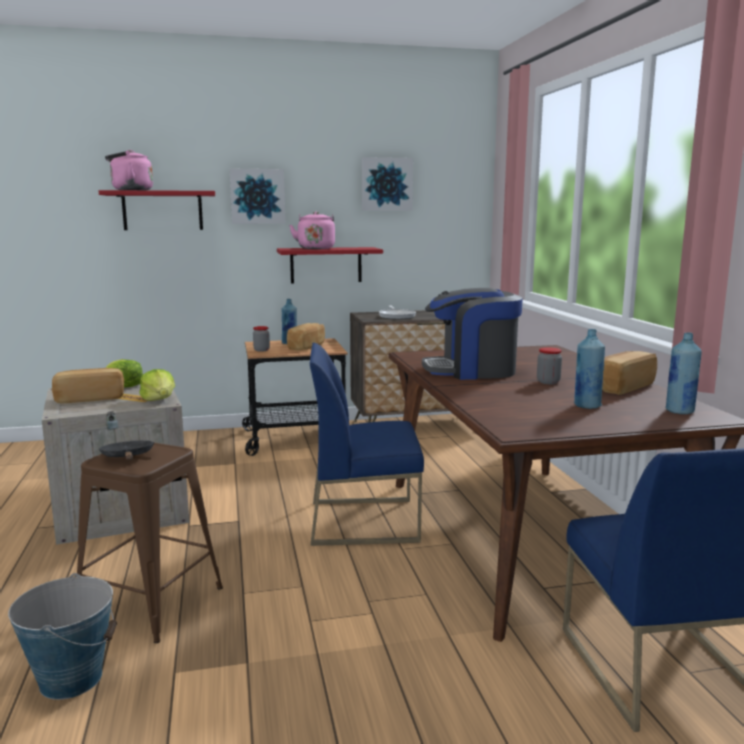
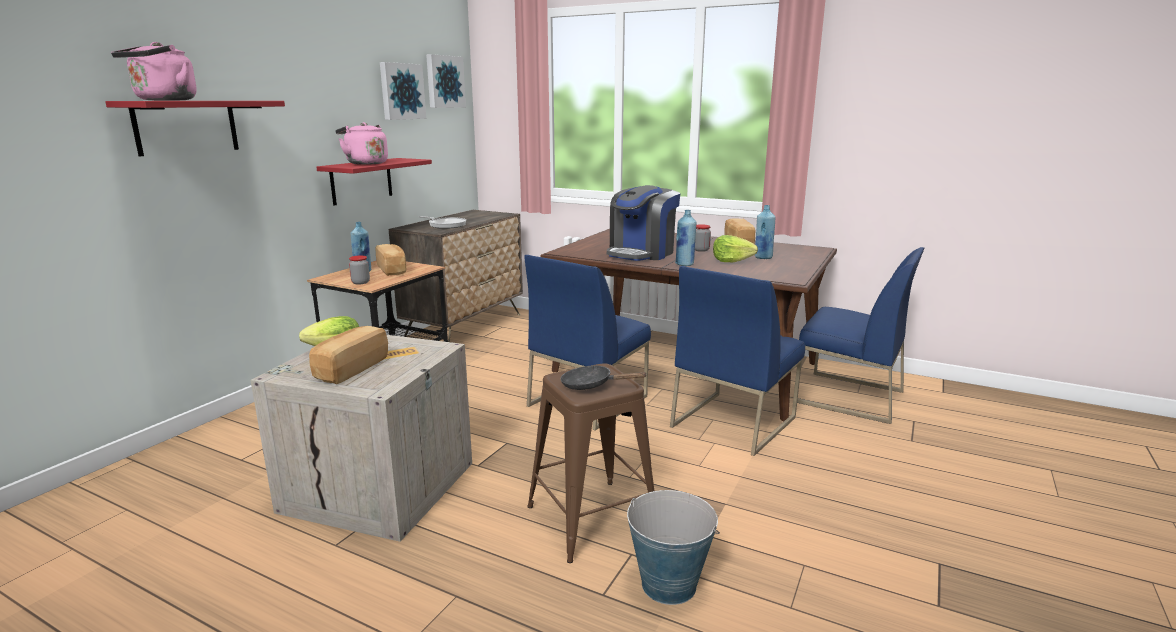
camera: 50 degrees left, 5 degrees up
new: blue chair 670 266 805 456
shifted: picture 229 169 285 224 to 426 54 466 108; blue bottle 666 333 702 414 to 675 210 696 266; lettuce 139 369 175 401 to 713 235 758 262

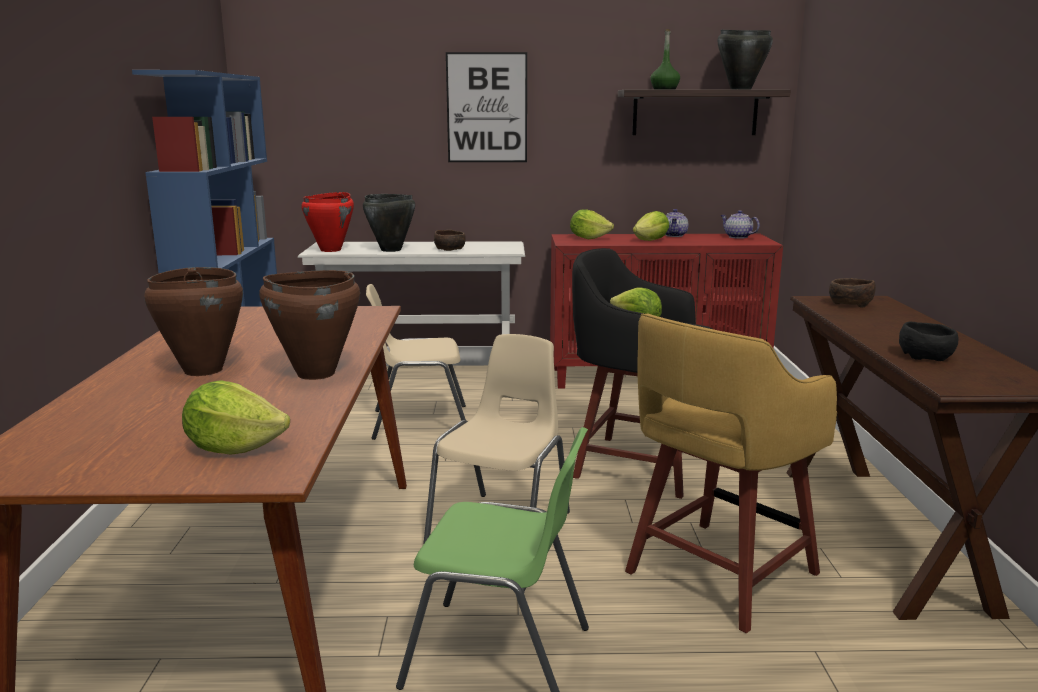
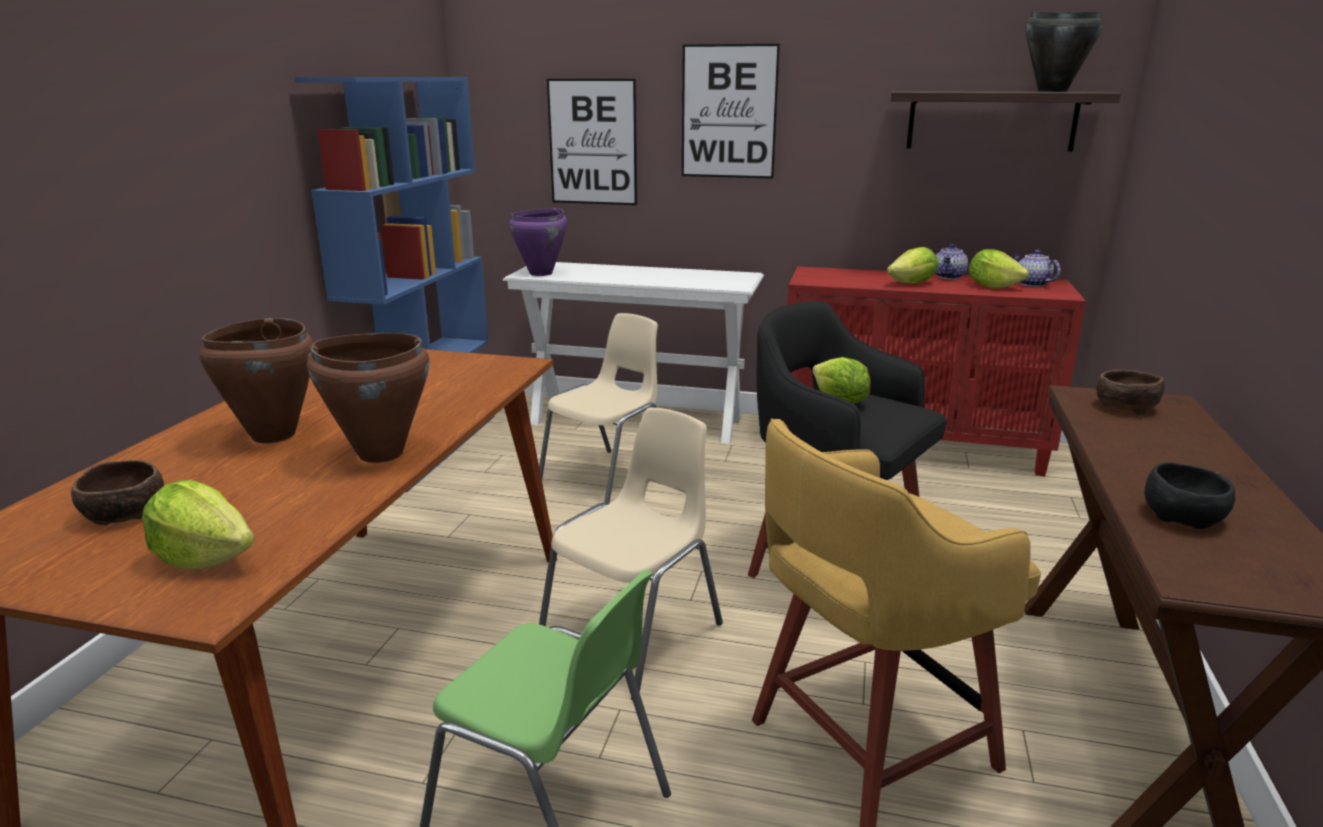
camera: 15 degrees right, 5 degrees up
gone: green bottle 650 29 680 90; black cooking pot 363 194 415 252
new: picture 547 79 637 205
shifted: lettuce 570 209 614 239 to 969 249 1029 289; brown bowl 434 230 466 251 to 71 460 164 525
repainted: red cooking pot 301 192 354 252 to purple cooking pot 509 208 567 276
rotated: beige chair 366 284 466 440 = 539 313 658 504 120 degrees clockwise

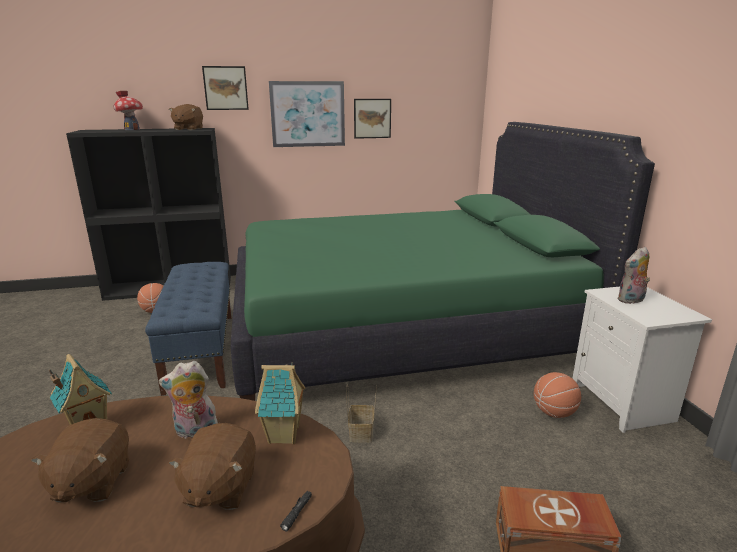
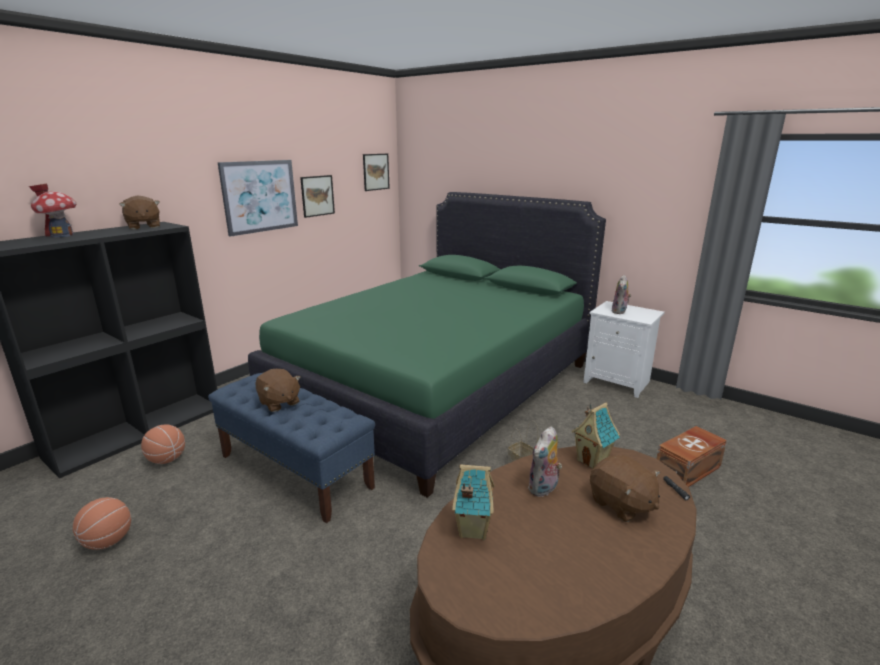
camera: 40 degrees left, 0 degrees up
shifted: picture 202 66 249 110 to 363 154 390 191; basketball 534 372 581 418 to 73 497 131 550; brown plush toy 31 418 129 503 to 256 369 301 412

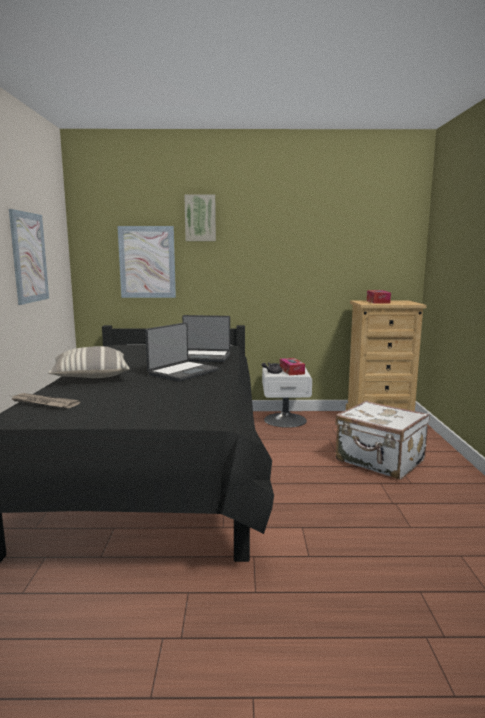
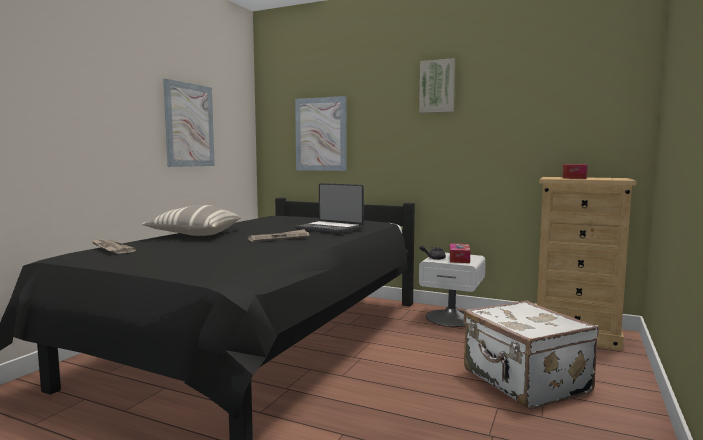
camera: 25 degrees right, 5 degrees down
shifted: picture 184 194 216 241 to 419 58 455 113
swapped: laptop 145 322 218 382 to newspaper 248 229 310 242

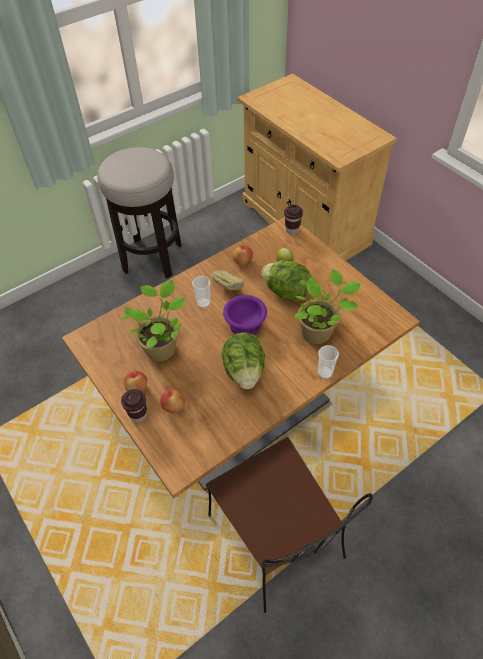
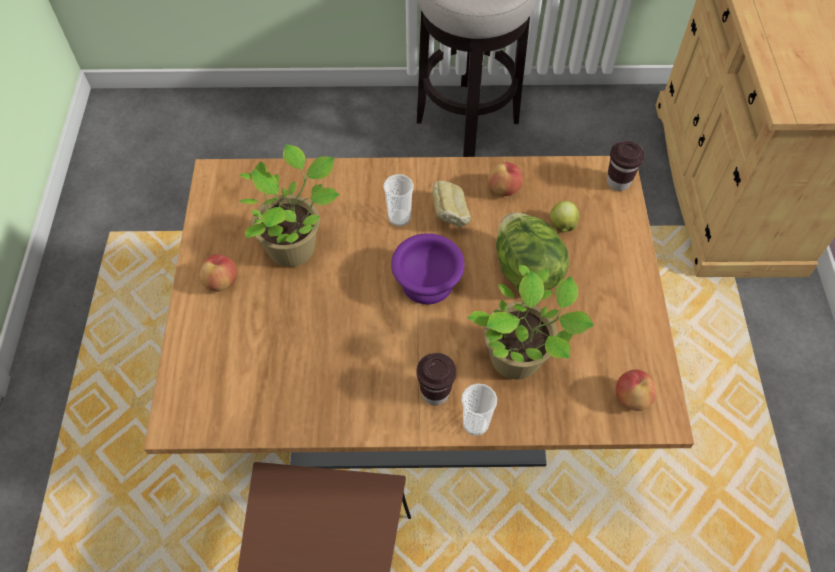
camera: 35 degrees right, 5 degrees up
gone: lettuce 222 333 265 389
shifted: apple 160 388 185 413 to 616 370 657 411; brown cup 121 389 147 423 to 416 353 456 405

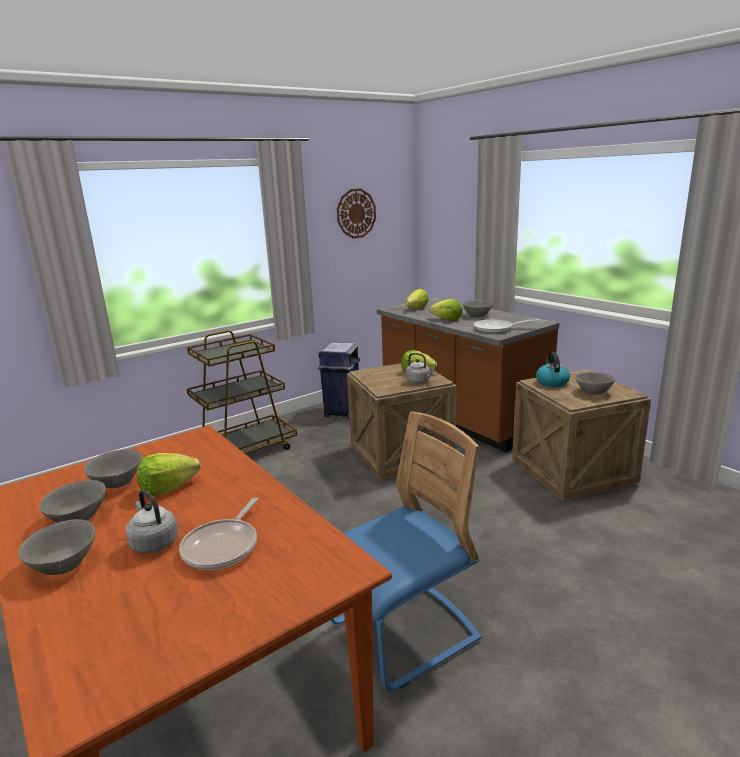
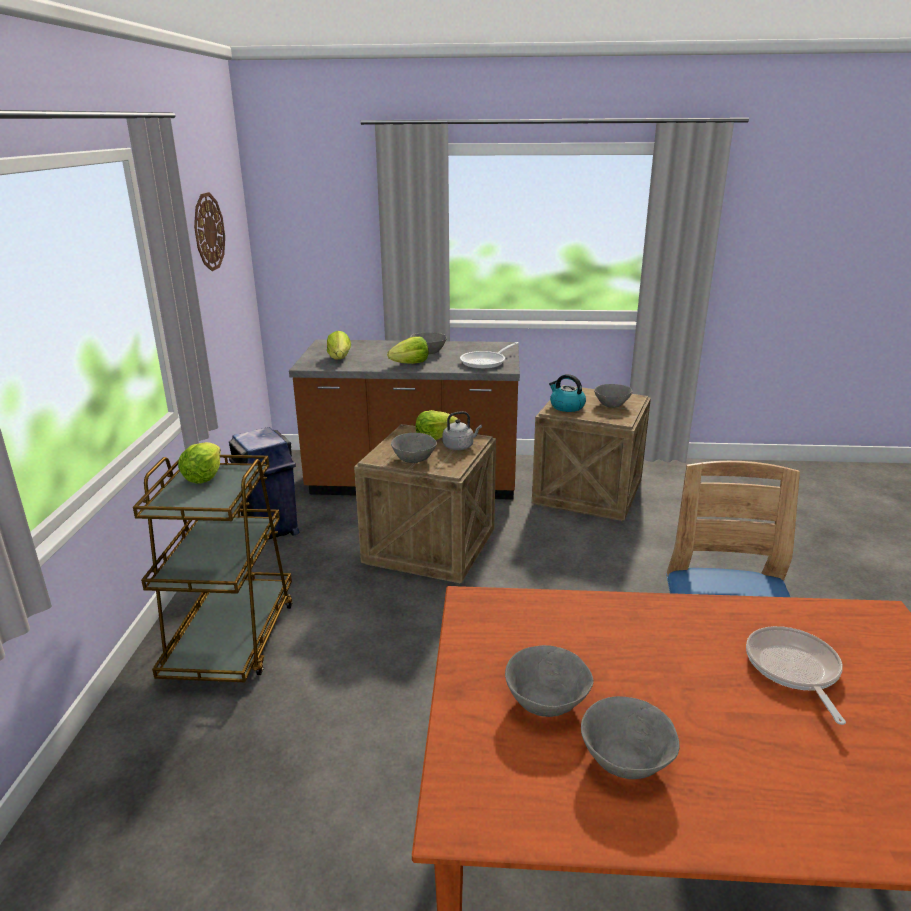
camera: 50 degrees left, 5 degrees up
gone: grey kettle 126 490 178 553
shifted: lettuce 137 453 201 496 to 178 442 221 484; grey bowl 18 519 95 575 to 391 433 437 463
rotated: frying pan 179 497 258 570 = 746 626 846 725 150 degrees counterclockwise

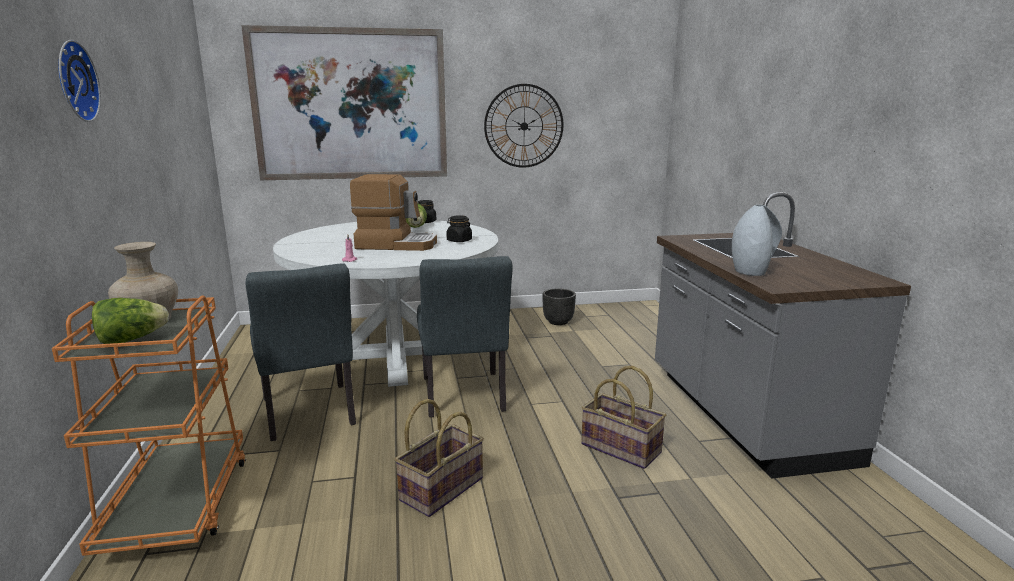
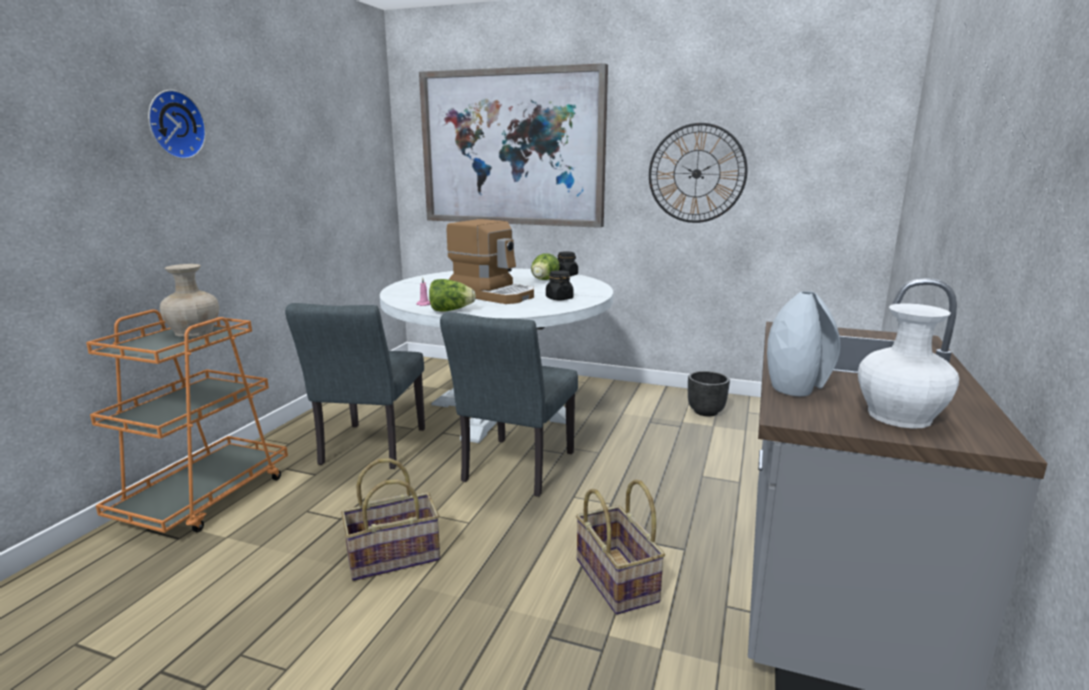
camera: 30 degrees right, 0 degrees up
new: white vase 858 303 959 429
shifted: lettuce 92 298 169 344 to 429 279 476 312

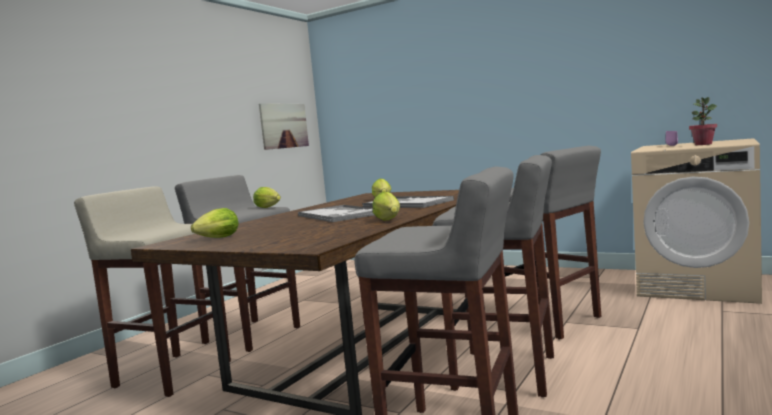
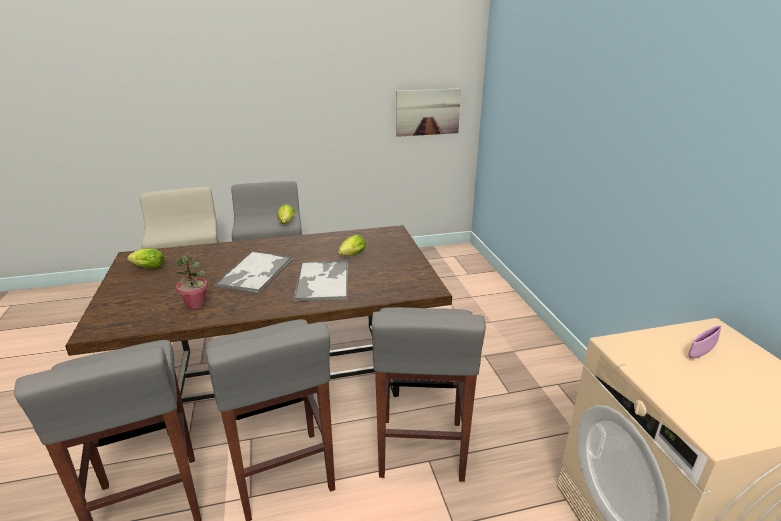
camera: 45 degrees right, 20 degrees up
gone: lettuce 372 192 400 221
shifted: potted plant 689 97 717 145 to 176 254 208 309

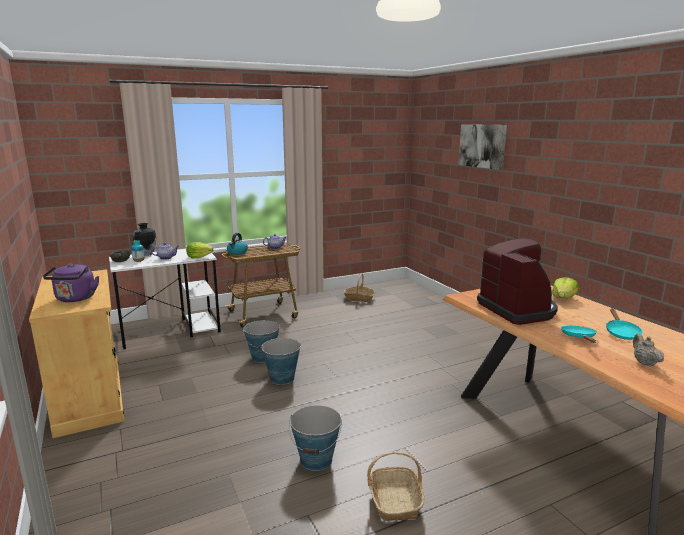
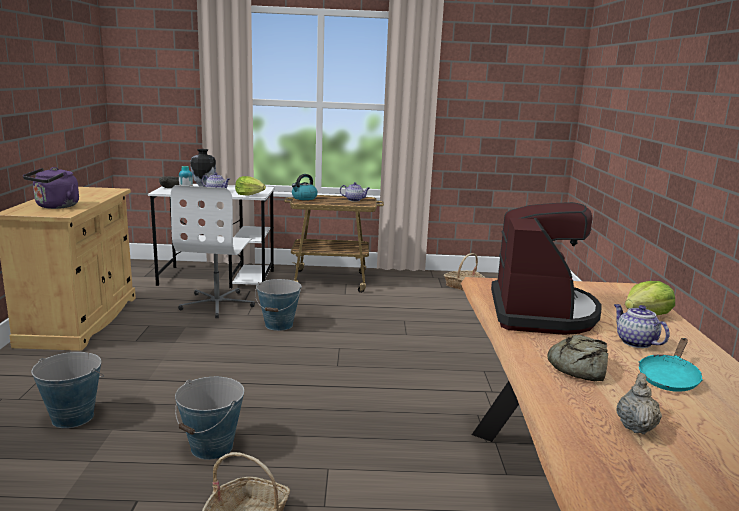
camera: 25 degrees right, 0 degrees up
gone: picture 458 124 507 170
new: white office chair 171 185 255 318; teapot 614 304 670 348
shifted: bucket 261 338 301 385 to 32 352 104 428
swapped: turquoise frying pan 561 326 597 343 to bread 547 335 608 381

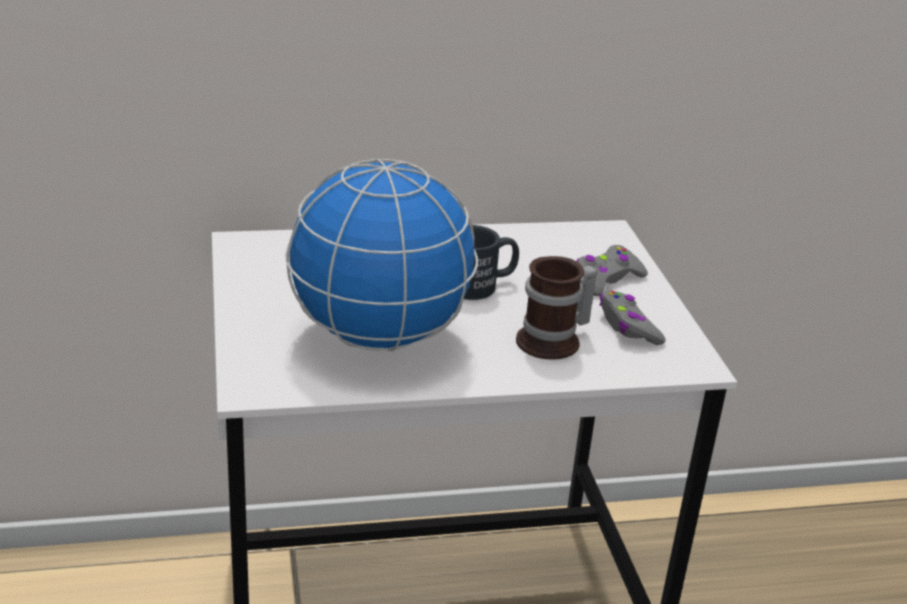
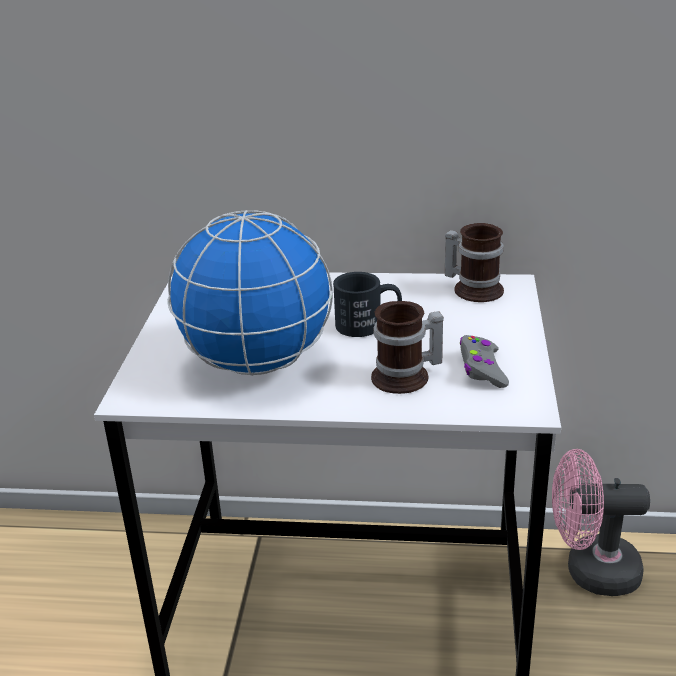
camera: 20 degrees right, 0 degrees up
gone: grey game controller 576 245 648 296
new: mug 445 223 504 302; pink fan 552 449 650 596

